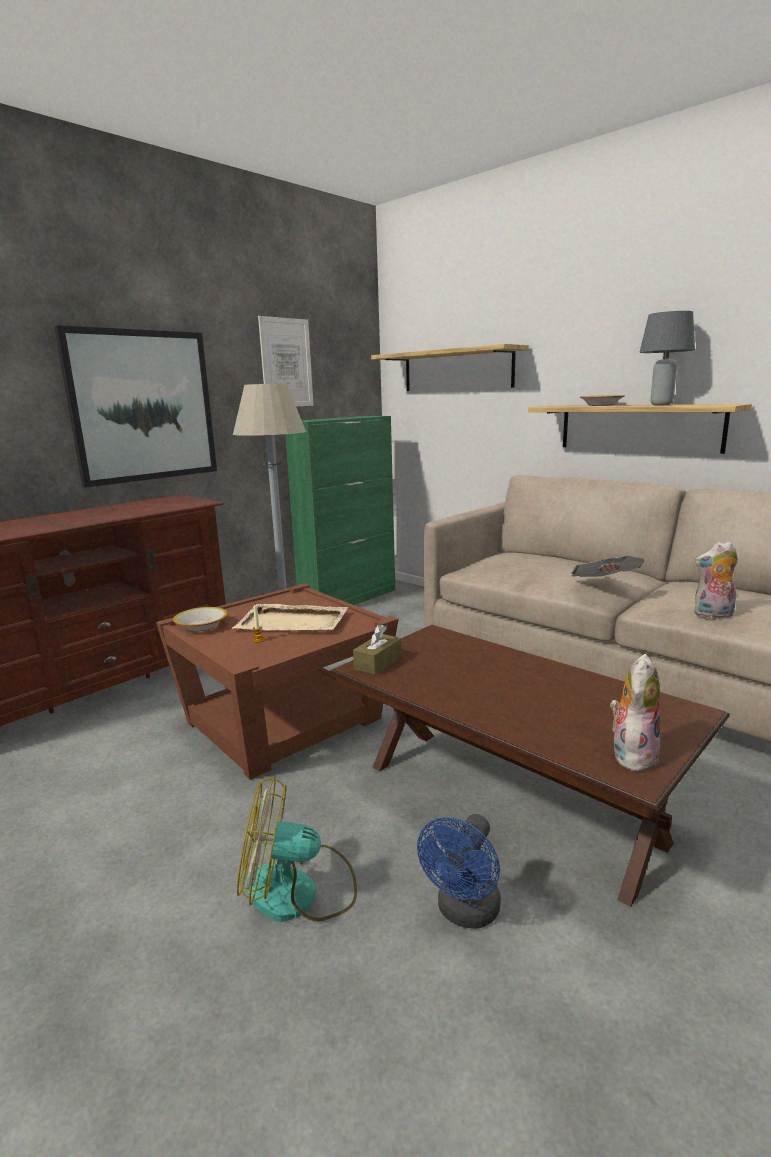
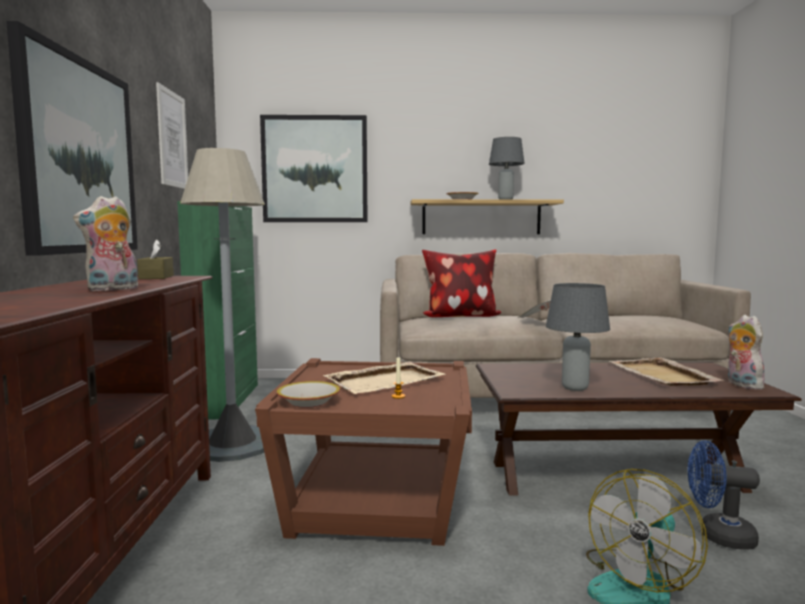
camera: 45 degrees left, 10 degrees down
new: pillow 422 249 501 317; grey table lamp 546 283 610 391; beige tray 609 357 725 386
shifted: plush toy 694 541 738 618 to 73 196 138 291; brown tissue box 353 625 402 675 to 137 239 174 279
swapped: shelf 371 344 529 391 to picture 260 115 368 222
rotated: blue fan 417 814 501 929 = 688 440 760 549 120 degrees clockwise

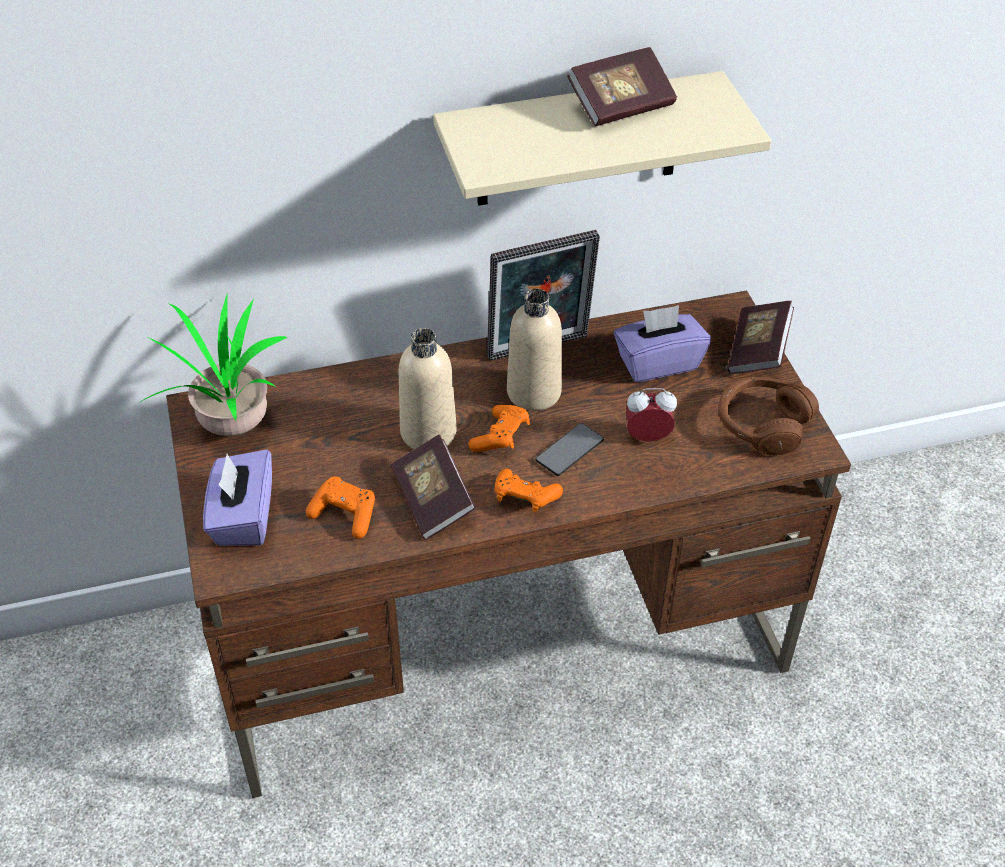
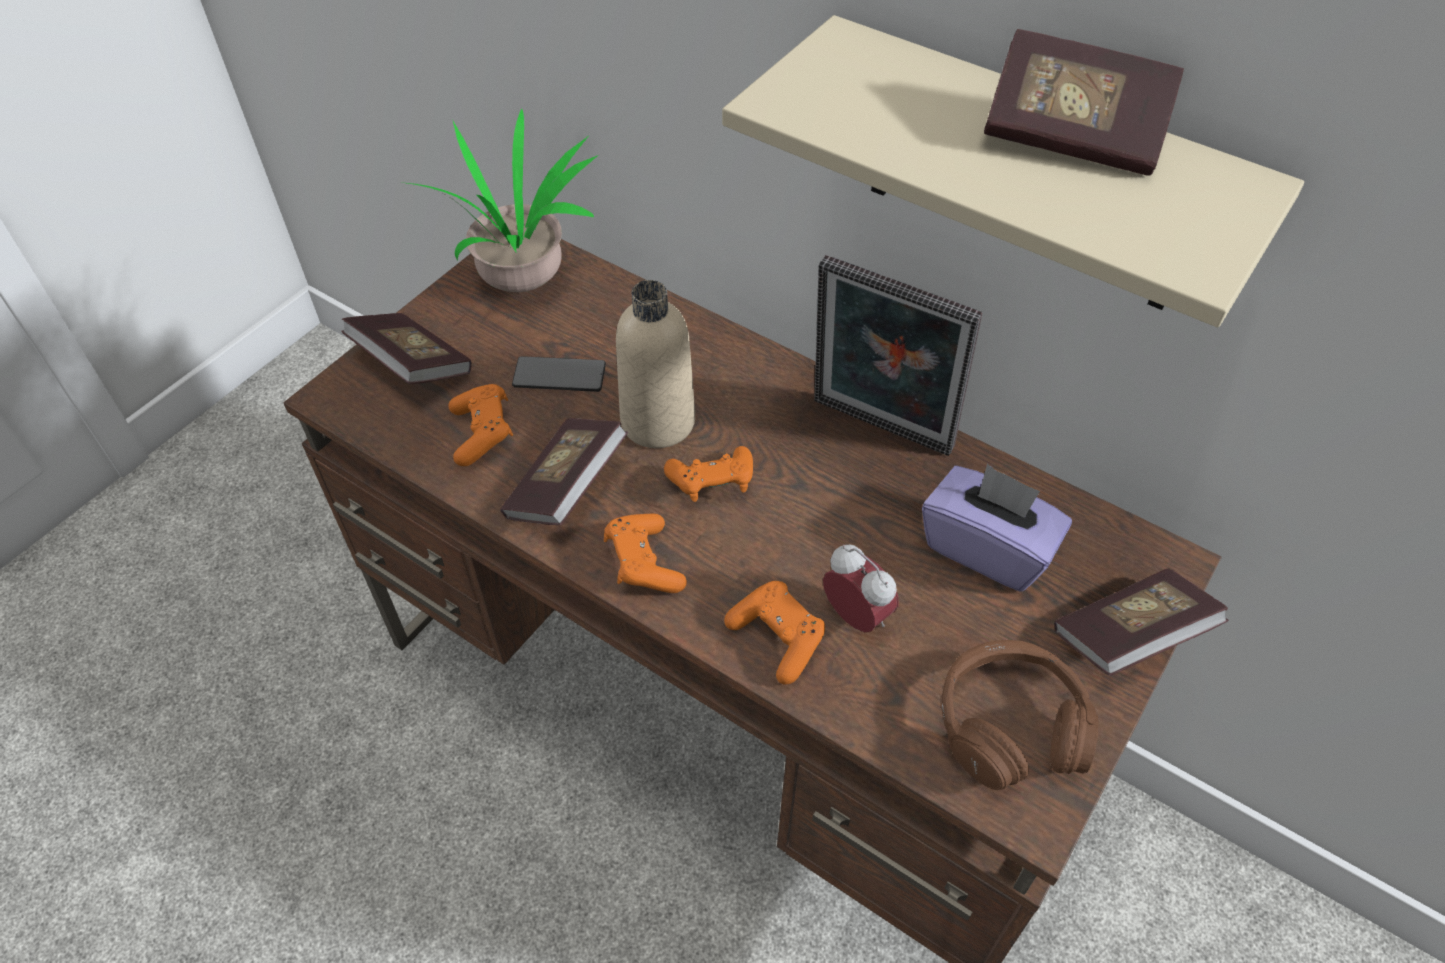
camera: 50 degrees right, 5 degrees up
gone: beige bottle 507 289 562 411
new: orange game controller 724 581 825 685
shifted: phone 535 423 604 476 to 512 356 606 392
swapped: purple tissue box 203 450 272 546 to book 342 313 472 384

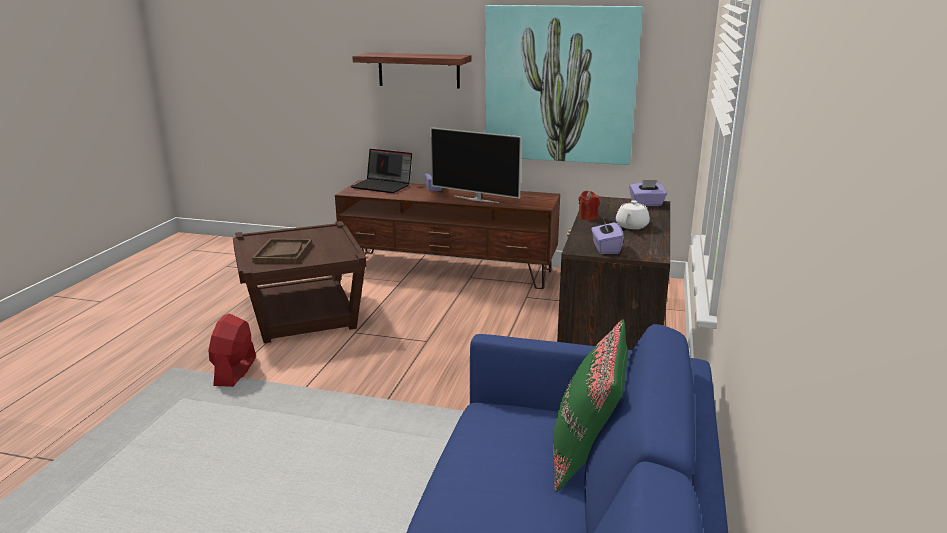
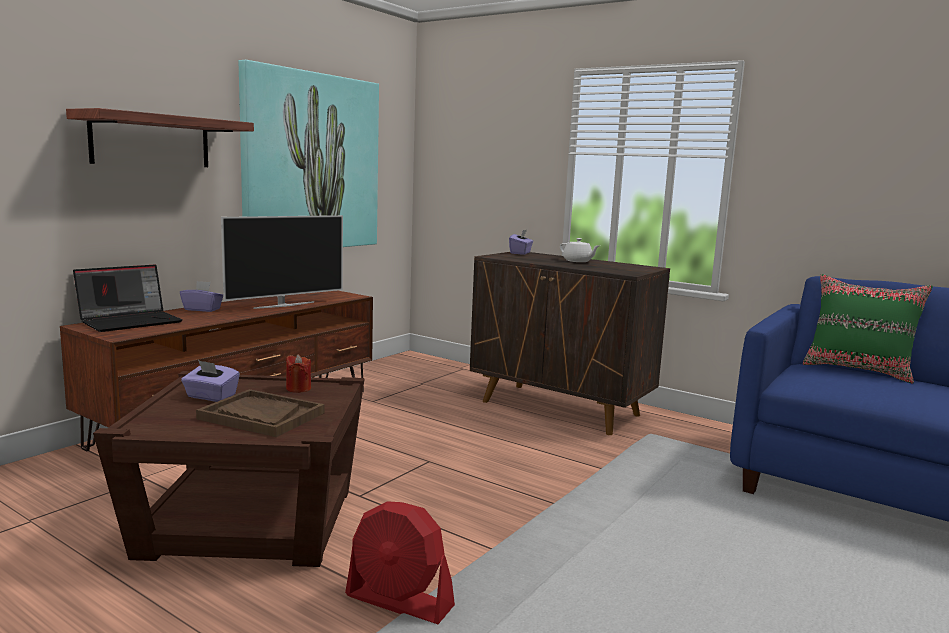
camera: 70 degrees left, 10 degrees down
shifted: red candle 579 191 599 220 to 286 354 311 393; purple tissue box 591 221 624 254 to 181 360 240 402

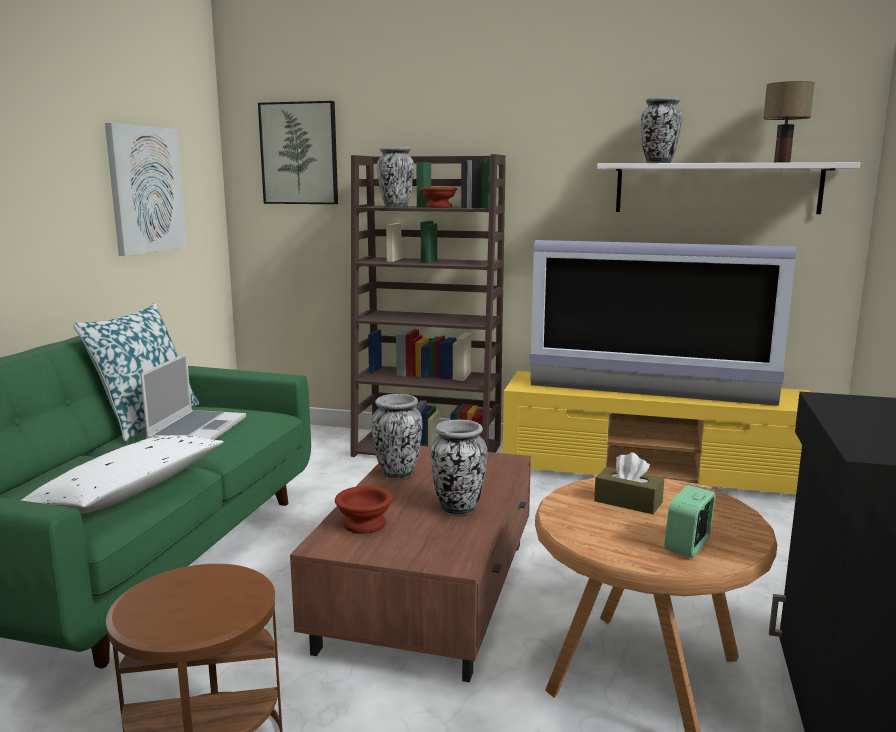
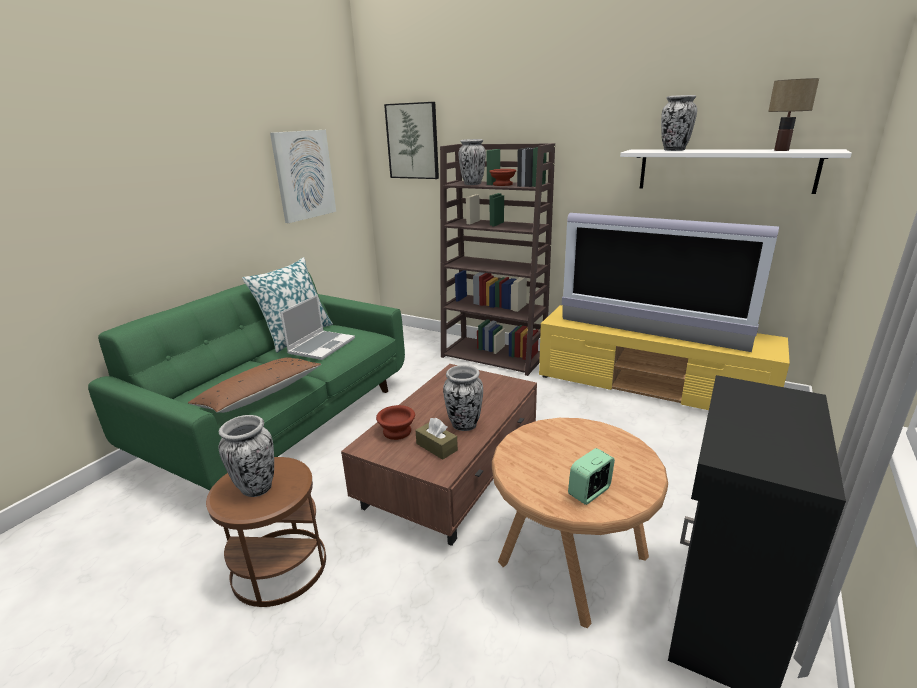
camera: 15 degrees right, 10 degrees up
shifted: vase 371 394 423 479 to 219 415 274 497; brown tissue box 594 452 664 514 to 415 418 458 460
repainted: white pillow 21 435 224 514 to brown pillow 188 357 321 413

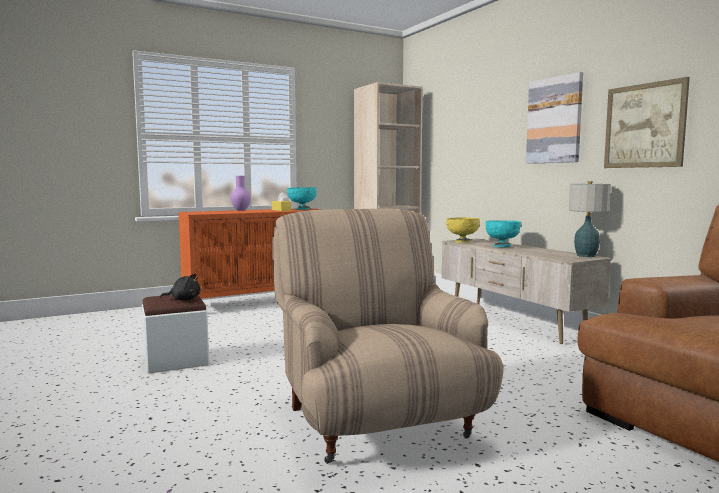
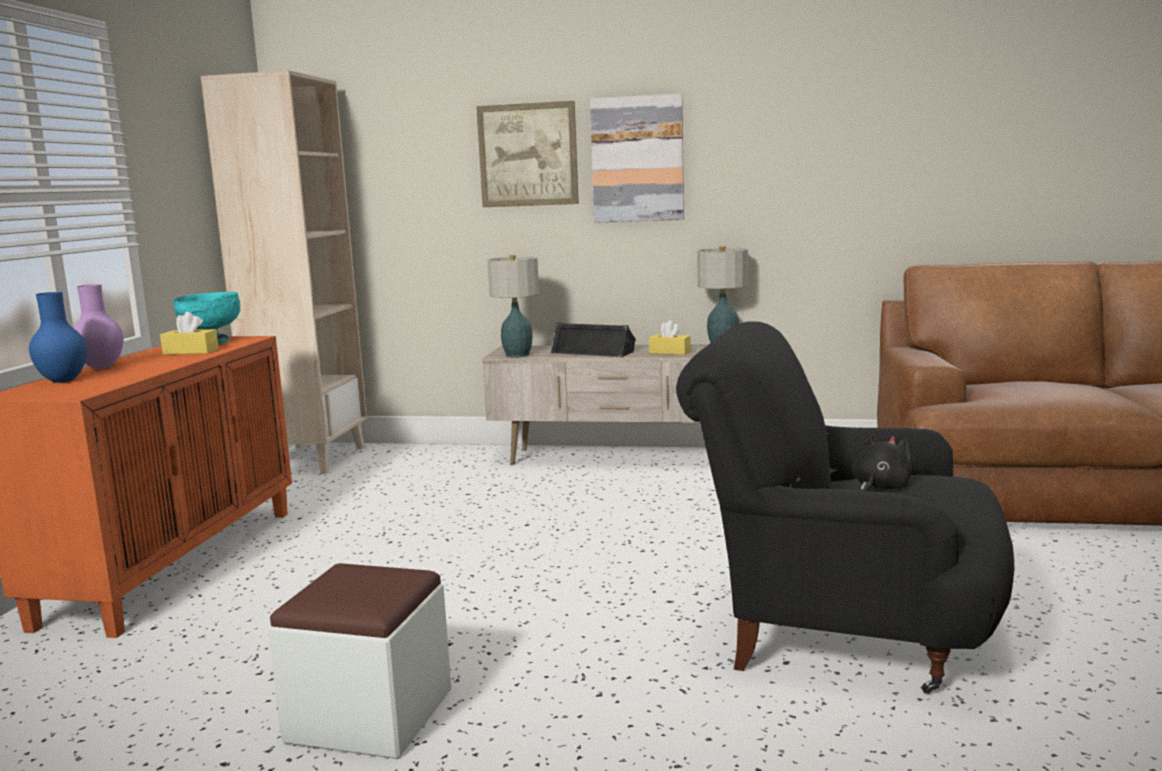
camera: 50 degrees left, 5 degrees up
new: blue vase 29 292 87 383; yellow tissue box 649 321 691 355
shifted: picture 604 77 690 168 to 476 101 579 207; black plush toy 160 274 201 300 to 852 434 912 491
swapped: yellow bowl 446 217 480 243 to table lamp 487 255 539 357; turquoise bowl 485 220 521 247 to black speaker 551 322 636 357
repainted: beige armchair 272 209 504 464 to black armchair 676 321 1014 694

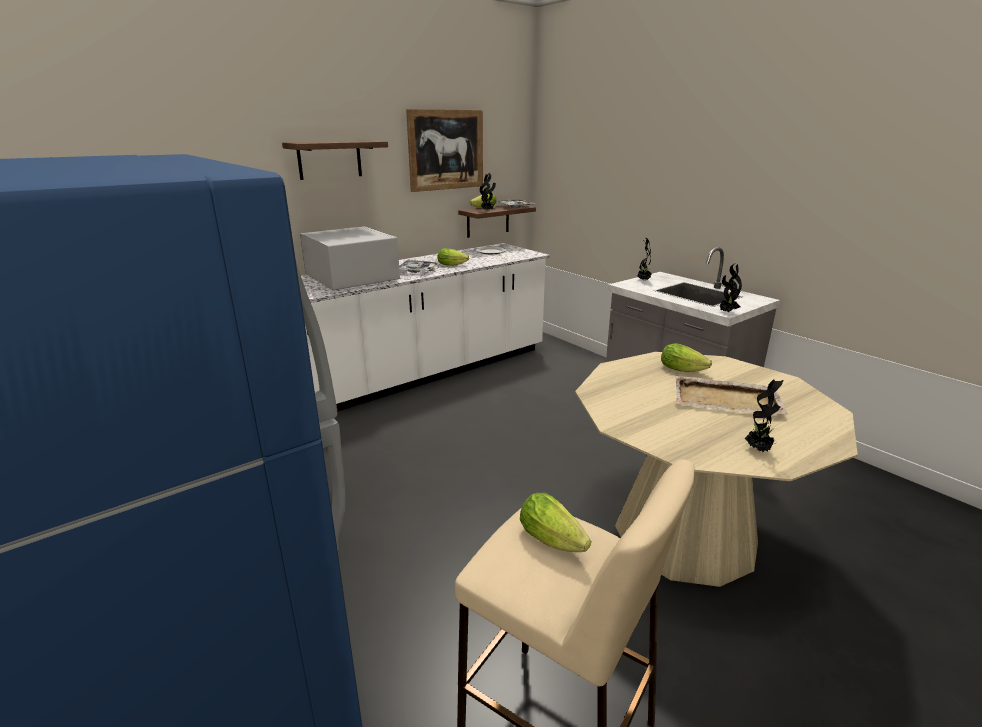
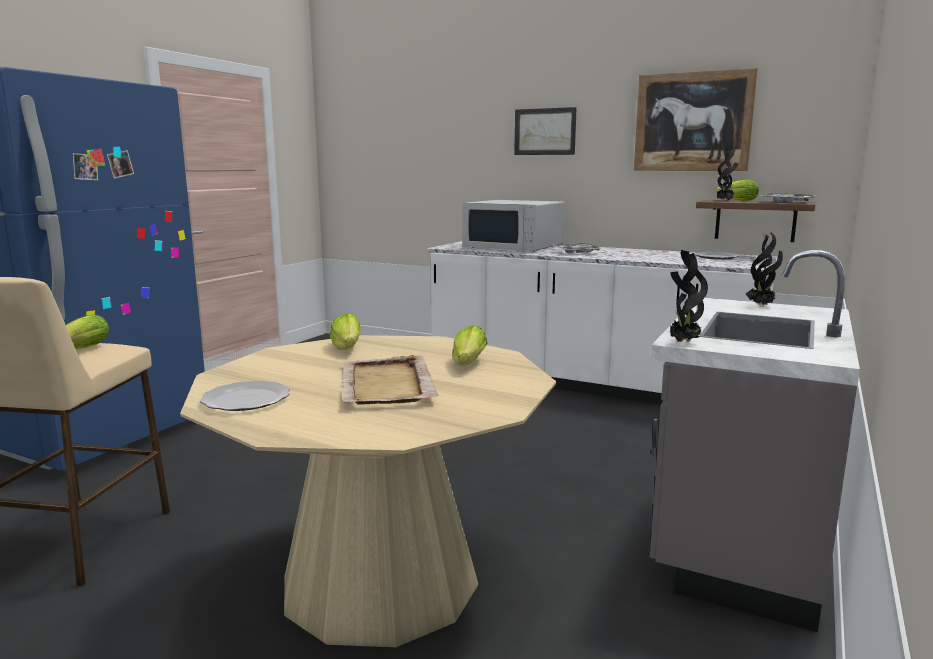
camera: 65 degrees right, 10 degrees down
shifted: lettuce 438 248 469 266 to 330 313 361 350
swapped: shelf 282 141 388 180 to picture 514 107 577 155; potted plant 745 379 783 452 to plate 200 381 290 411
rotated: white microwave 300 226 400 290 = 462 200 565 252 90 degrees clockwise

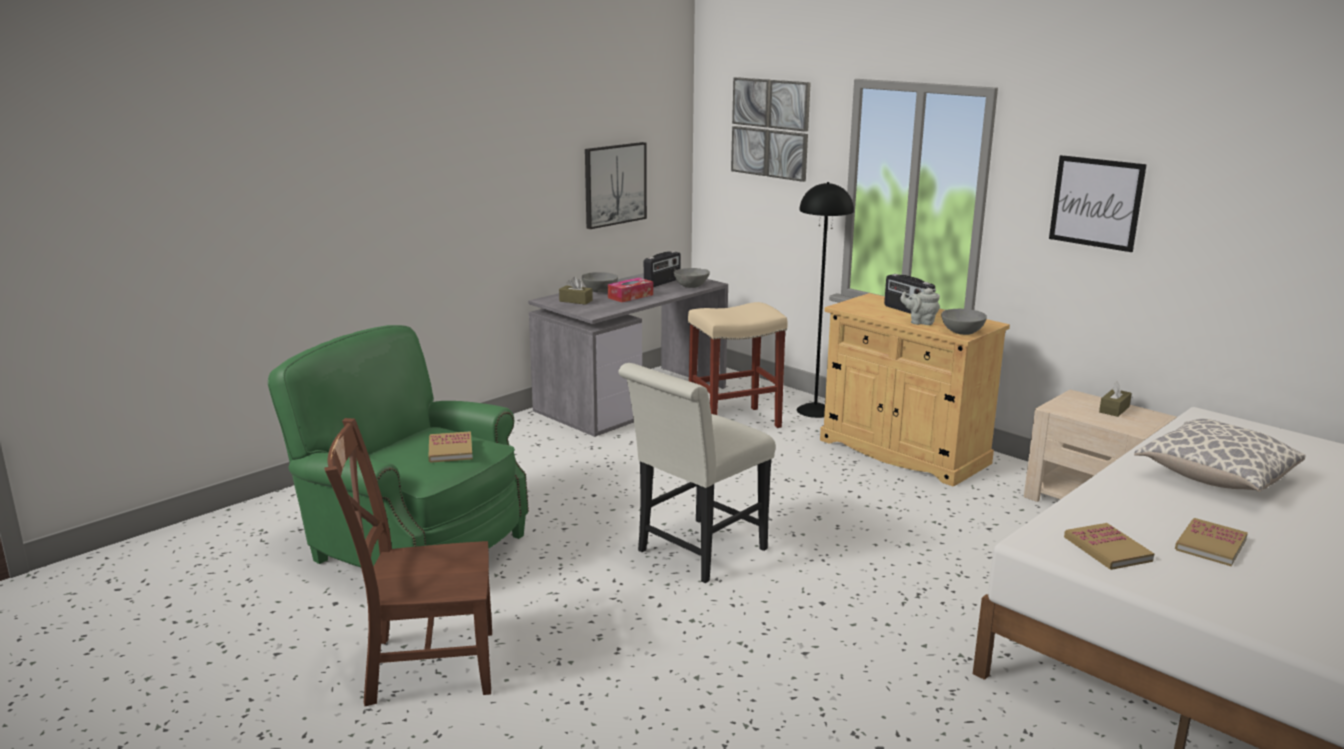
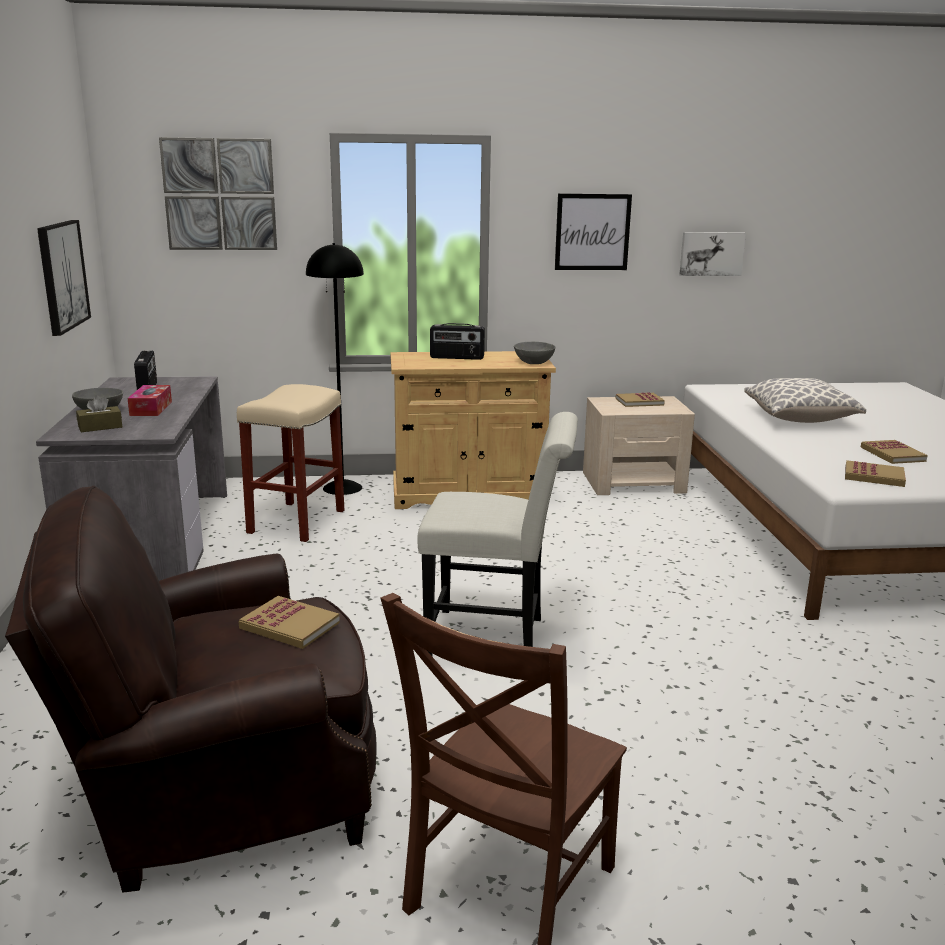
camera: 50 degrees left, 0 degrees up
gone: grey bowl 674 268 710 288; grey teapot 900 288 940 325
new: picture 679 232 746 276
swapped: brown tissue box 1099 381 1132 417 to book 616 392 665 407
repainted: green armchair 268 325 529 567 to brown armchair 5 486 377 893
rotated: white chair 618 363 775 583 = 417 412 578 656 75 degrees counterclockwise

